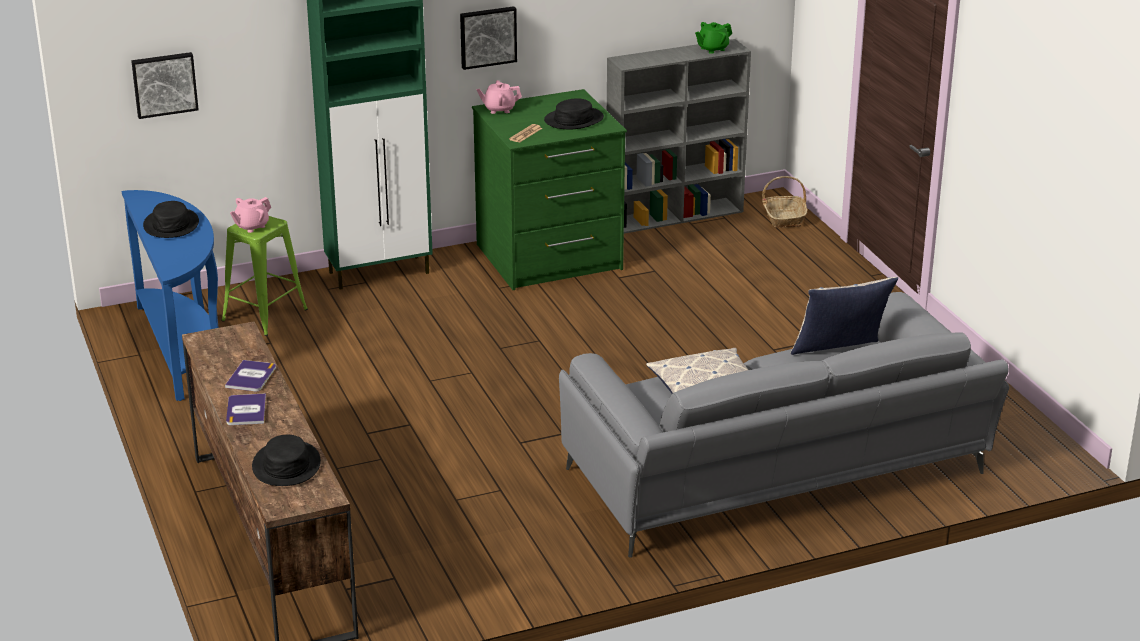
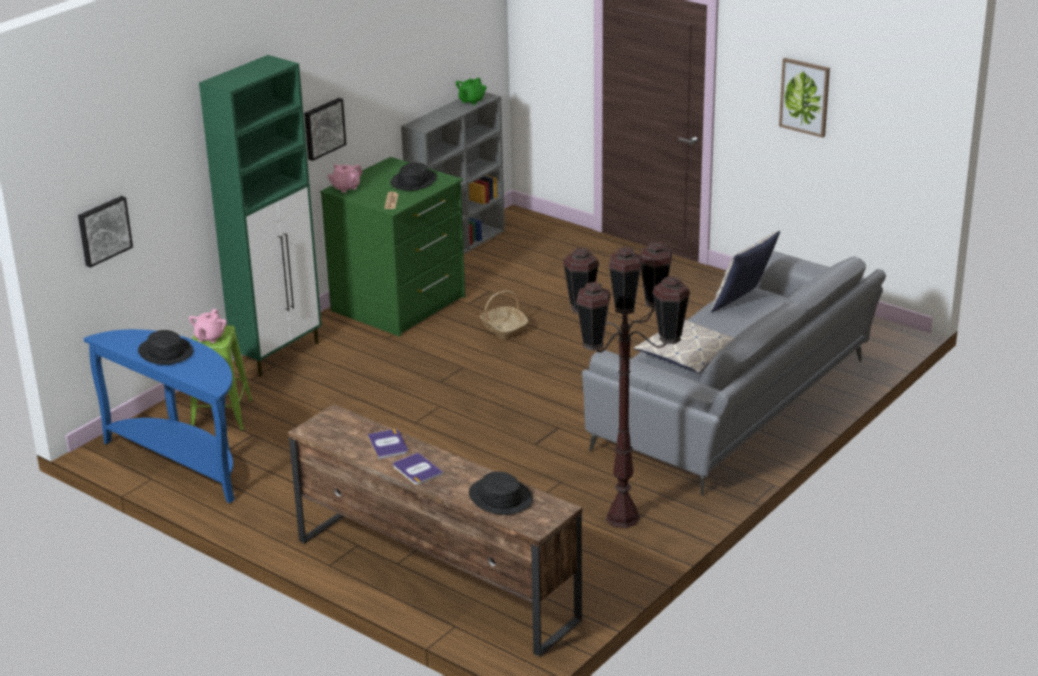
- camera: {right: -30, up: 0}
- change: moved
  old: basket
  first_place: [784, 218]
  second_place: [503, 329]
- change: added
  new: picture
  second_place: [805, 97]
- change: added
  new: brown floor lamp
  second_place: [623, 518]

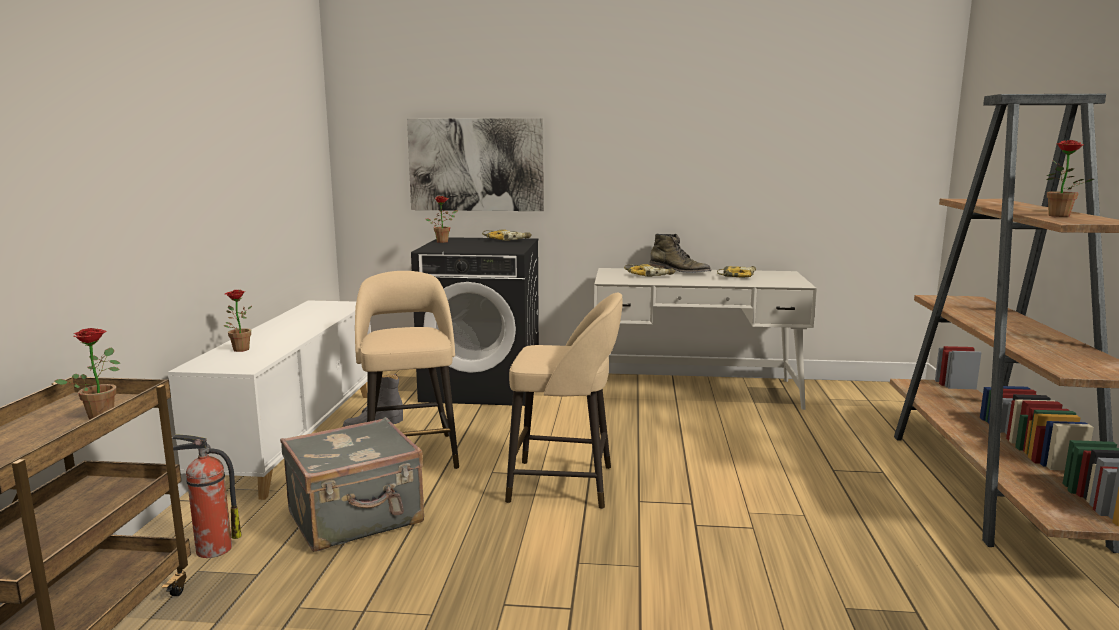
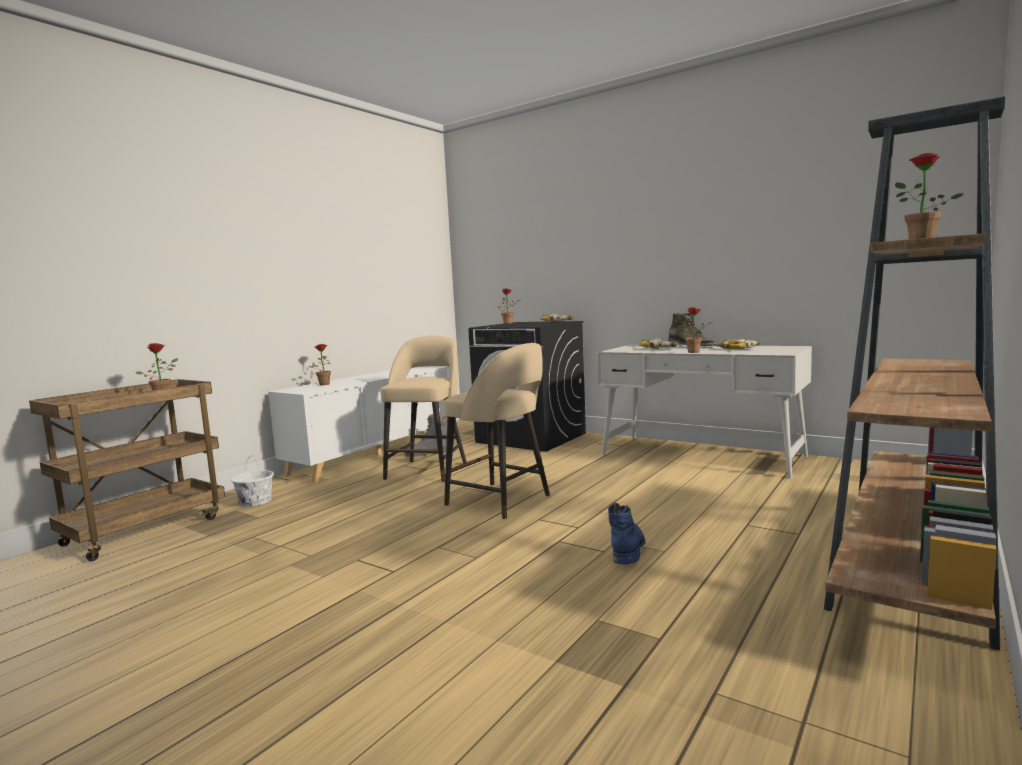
- camera: {right: 30, up: -5}
- change: removed
  old: picture
  first_place: [476, 165]
- change: removed
  old: grey suitcase
  first_place: [357, 518]
- change: replaced
  old: fire extinguisher
  new: white bucket
  first_place: [212, 549]
  second_place: [255, 502]
- change: added
  new: potted plant
  second_place: [696, 352]
- change: added
  new: blue boot
  second_place: [627, 548]

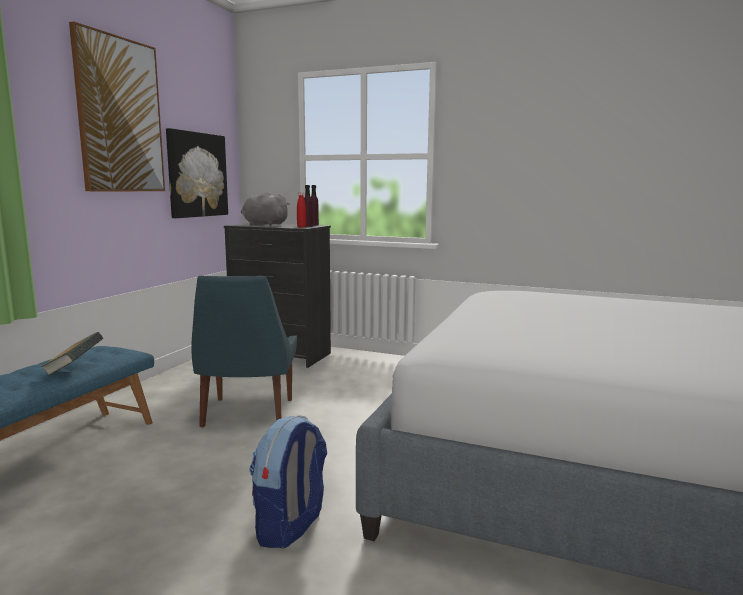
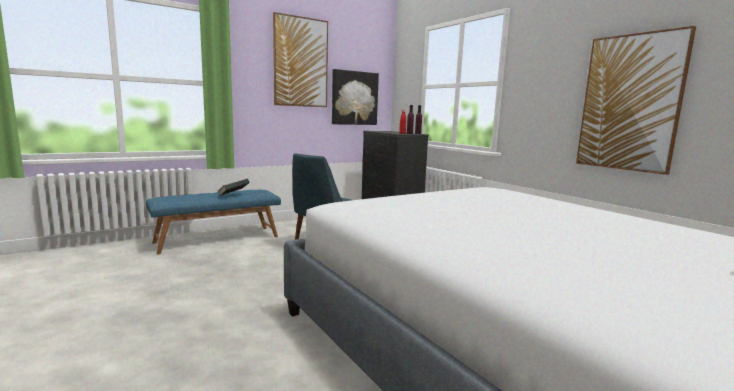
- camera: {right: 35, up: 0}
- change: removed
  old: grey plush toy
  first_place: [263, 224]
- change: removed
  old: backpack
  first_place: [290, 526]
- change: added
  new: picture
  second_place: [630, 103]

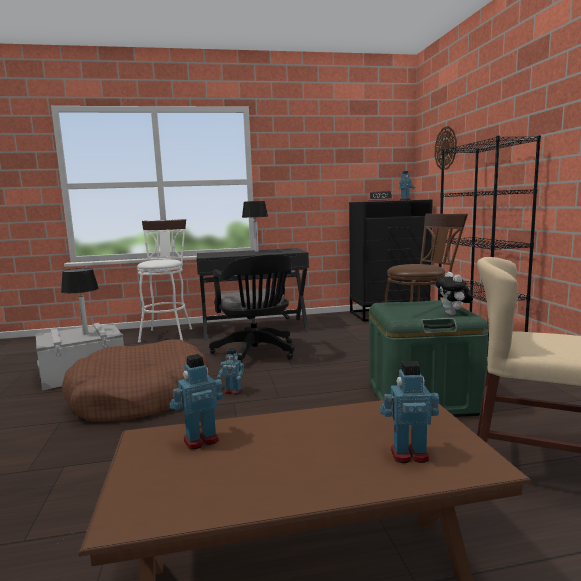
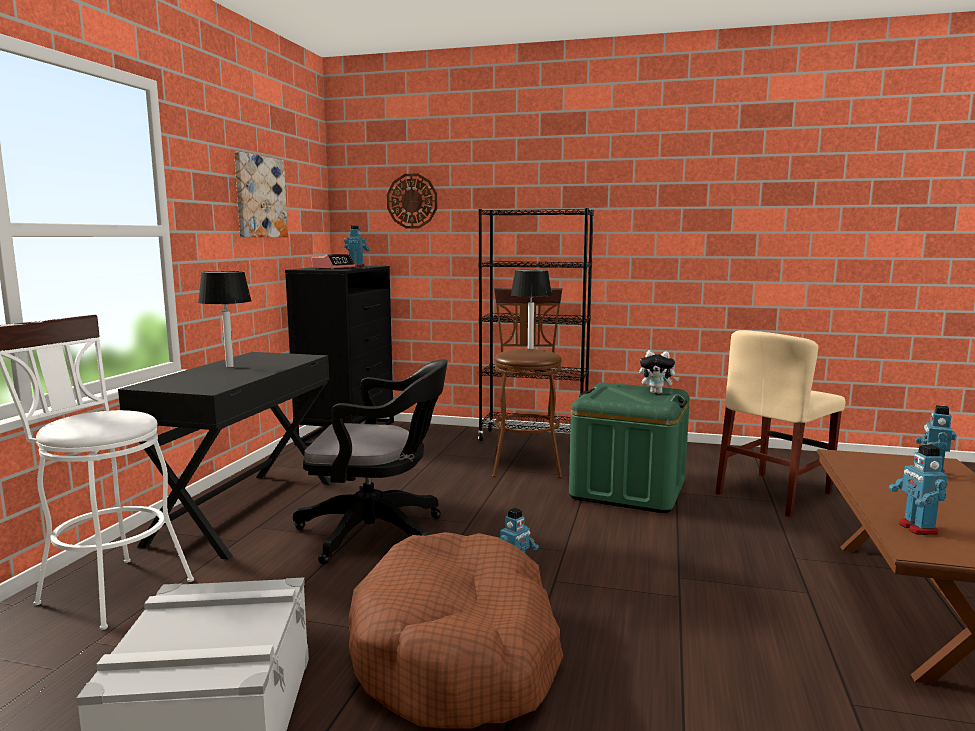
- camera: {right: -65, up: 0}
- change: moved
  old: table lamp
  first_place: [85, 333]
  second_place: [530, 348]
- change: added
  new: picture
  second_place: [260, 197]

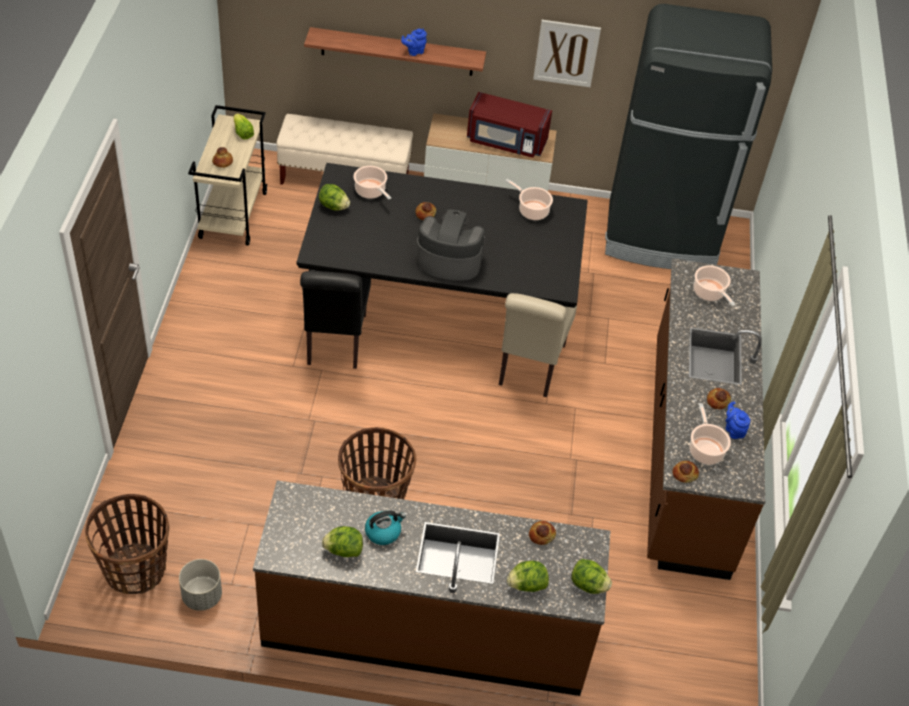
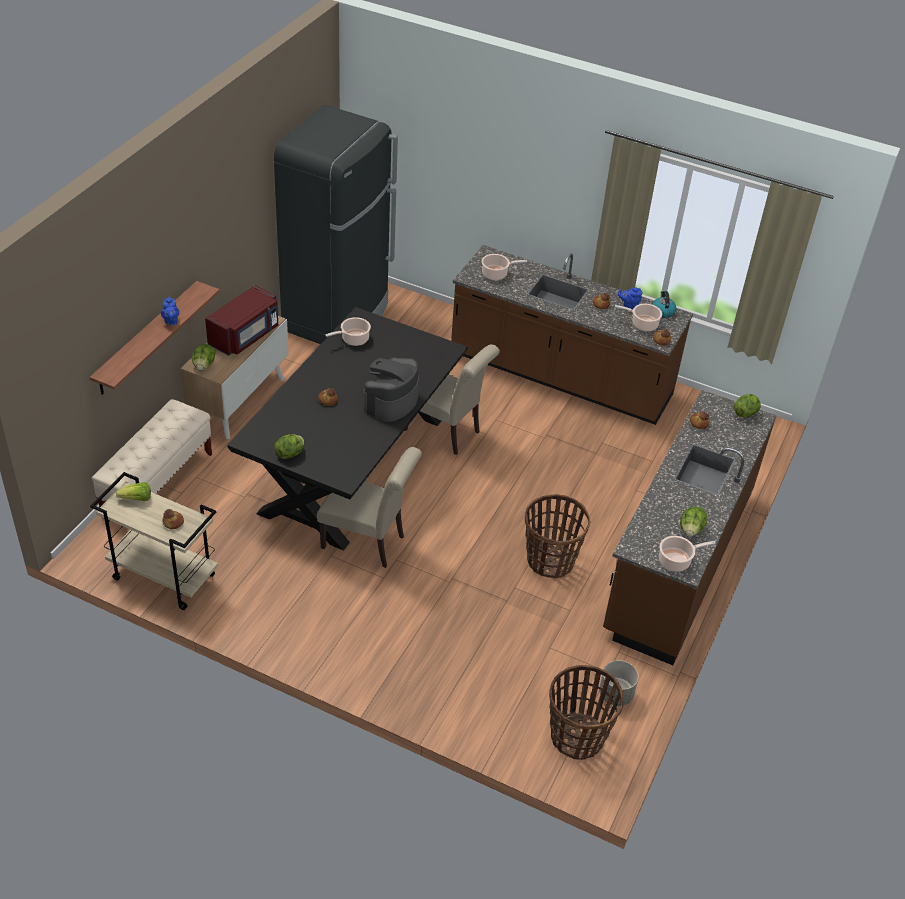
- camera: {right: -70, up: -5}
- change: removed
  old: picture
  first_place: [566, 53]
- change: moved
  old: cooking pot
  first_place: [371, 191]
  second_place: [676, 561]
- change: recoloured
  old: black chair
  new: beige chair
  first_place: [335, 343]
  second_place: [368, 543]
- change: moved
  old: kettle
  first_place: [383, 532]
  second_place: [662, 311]
- change: moved
  old: lettuce
  first_place: [526, 585]
  second_place: [204, 365]

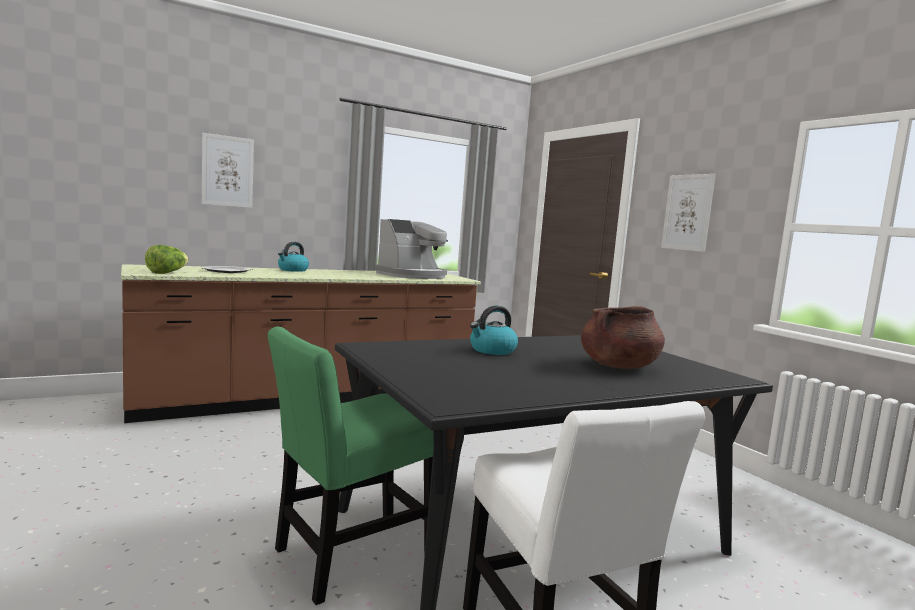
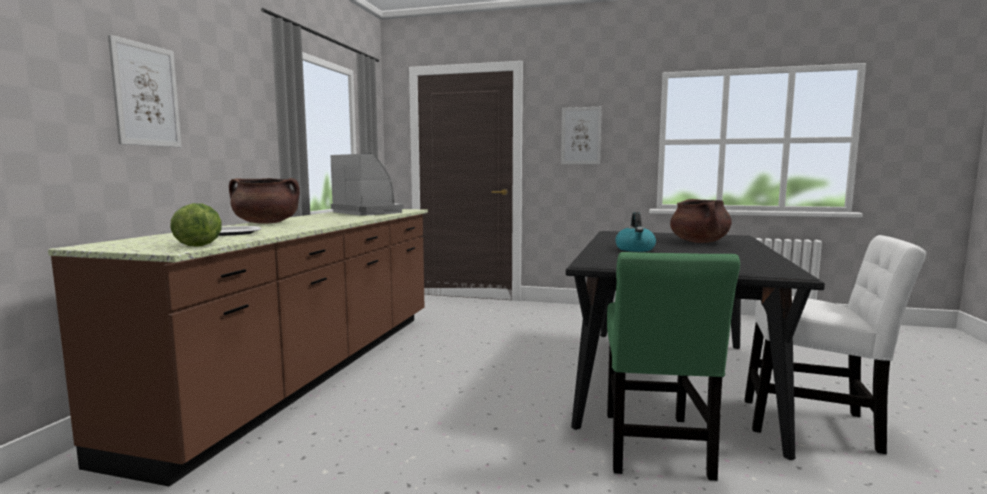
- camera: {right: -45, up: 0}
- change: turned
  old: coffee machine
  first_place: [412, 275]
  second_place: [370, 212]
  degrees: -45
- change: replaced
  old: kettle
  new: brown cooking pot
  first_place: [292, 270]
  second_place: [266, 223]

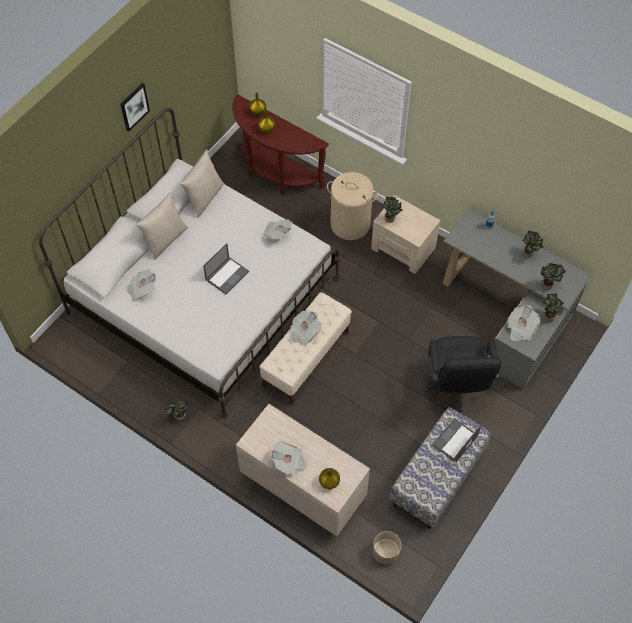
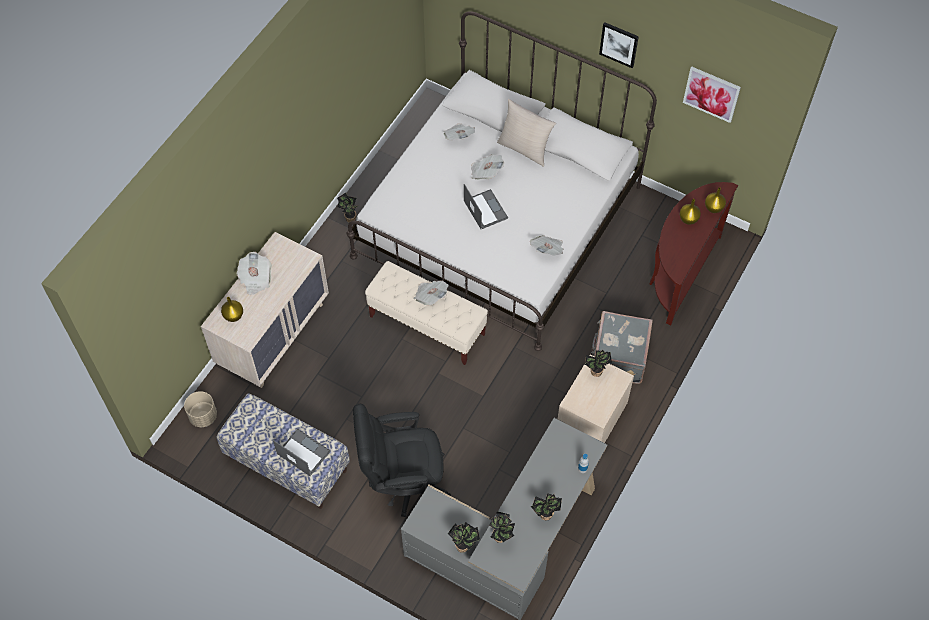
- camera: {right: 85, up: 0}
- change: removed
  old: beige pillow
  first_place: [204, 197]
- change: replaced
  old: beige laundry basket
  new: grey suitcase
  first_place: [350, 224]
  second_place: [618, 357]
- change: turned
  old: laptop
  first_place: [227, 275]
  second_place: [485, 209]
  degrees: -150
- change: moved
  old: newspaper
  first_place: [521, 328]
  second_place: [486, 172]
- change: added
  new: picture
  second_place: [711, 94]

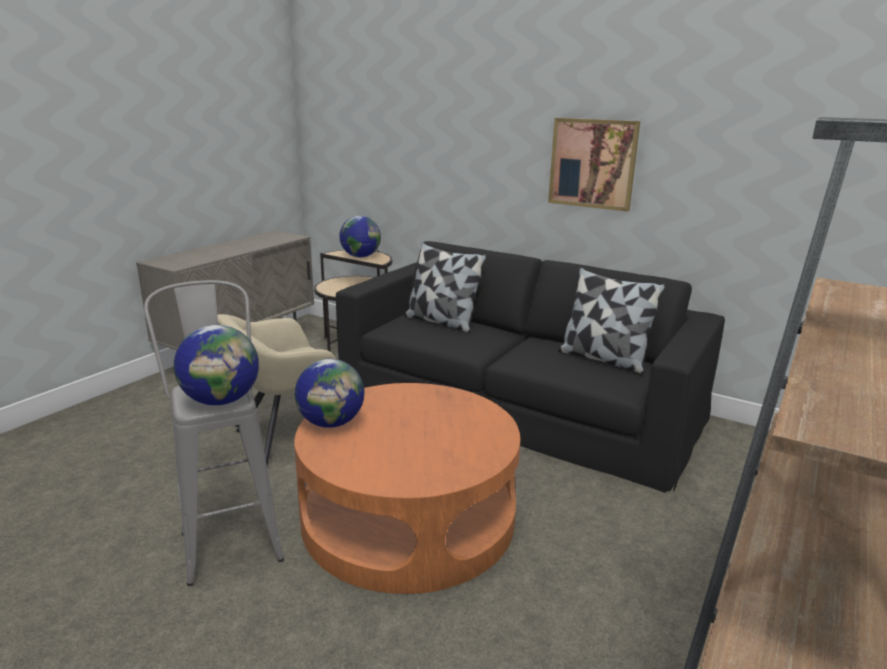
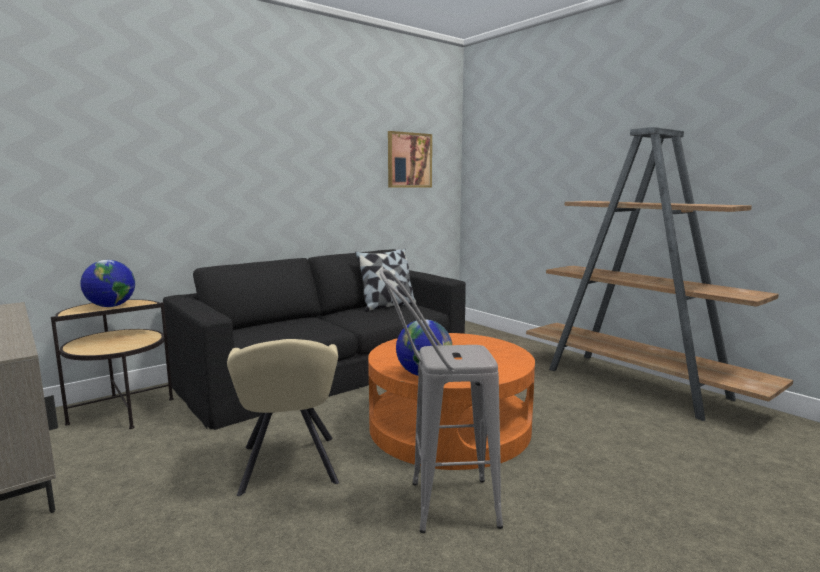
- camera: {right: -70, up: -10}
- change: moved
  old: picture
  first_place: [593, 163]
  second_place: [409, 160]
- change: removed
  old: pillow
  first_place: [442, 322]
- change: removed
  old: globe
  first_place: [222, 400]

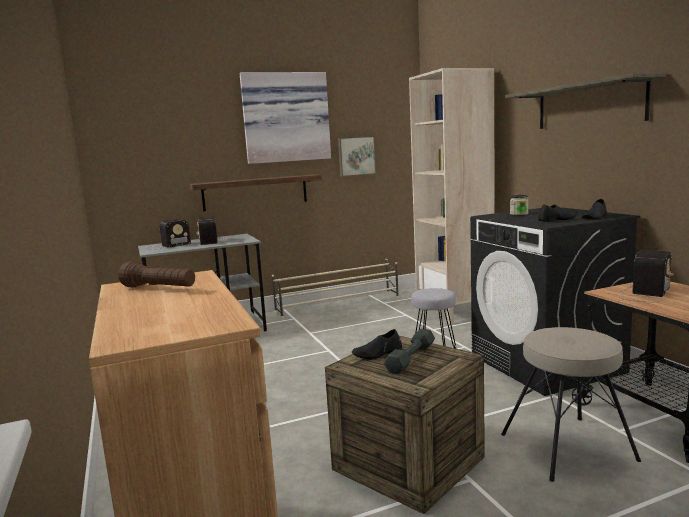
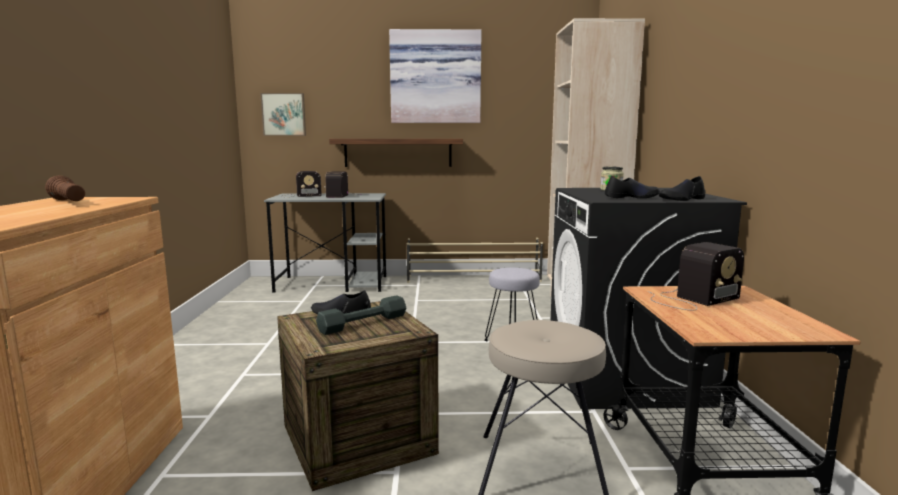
- camera: {right: 20, up: 0}
- change: removed
  old: shelf
  first_place: [589, 105]
- change: moved
  old: picture
  first_place: [356, 156]
  second_place: [284, 114]

